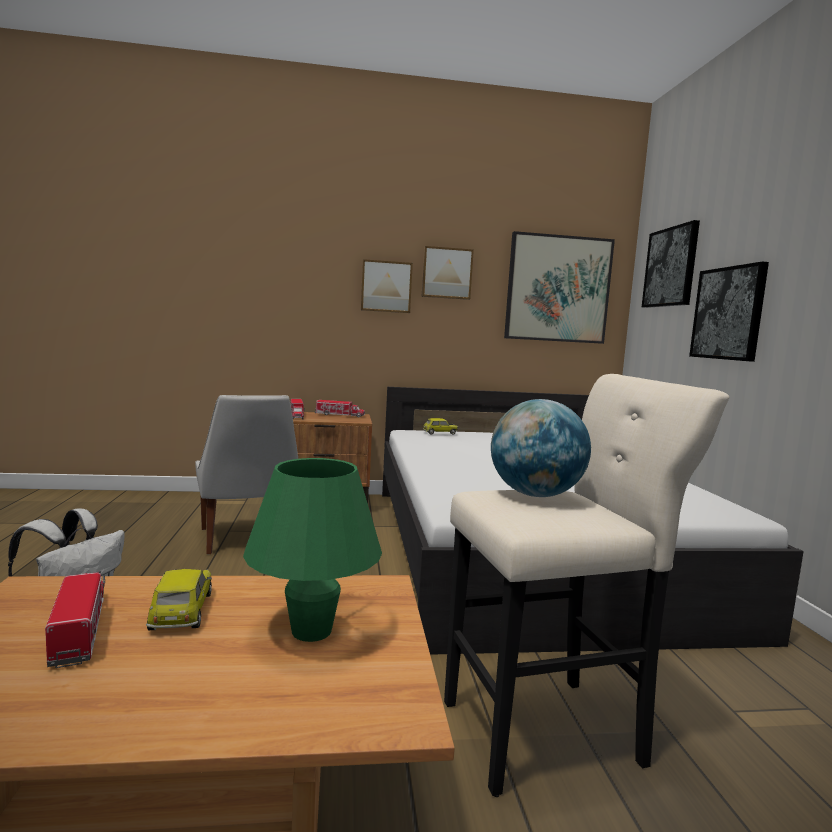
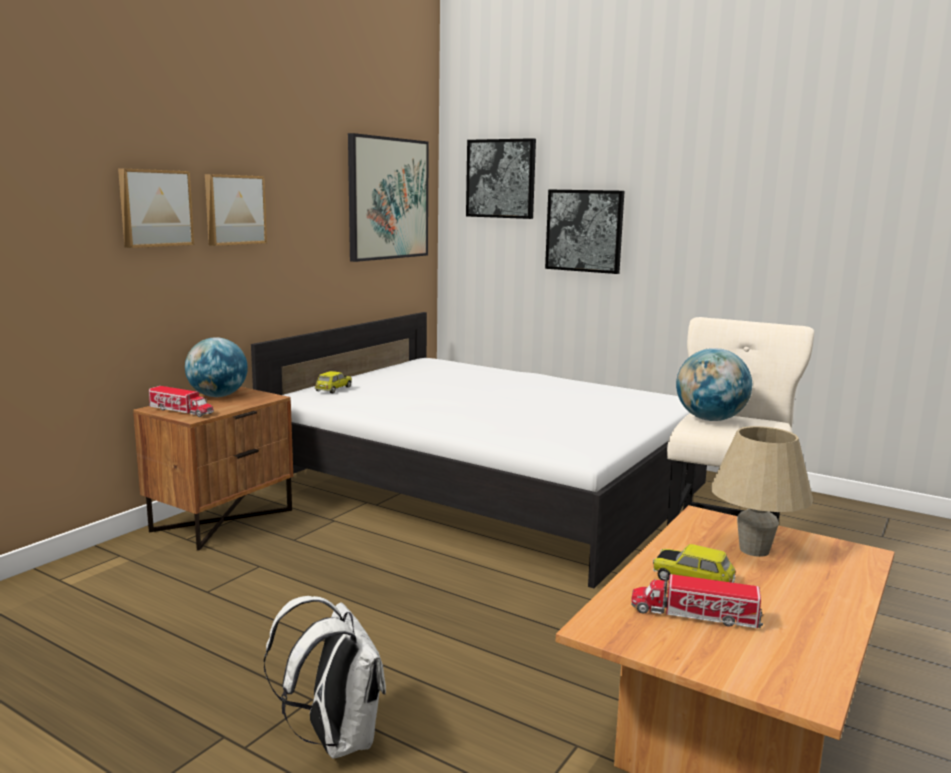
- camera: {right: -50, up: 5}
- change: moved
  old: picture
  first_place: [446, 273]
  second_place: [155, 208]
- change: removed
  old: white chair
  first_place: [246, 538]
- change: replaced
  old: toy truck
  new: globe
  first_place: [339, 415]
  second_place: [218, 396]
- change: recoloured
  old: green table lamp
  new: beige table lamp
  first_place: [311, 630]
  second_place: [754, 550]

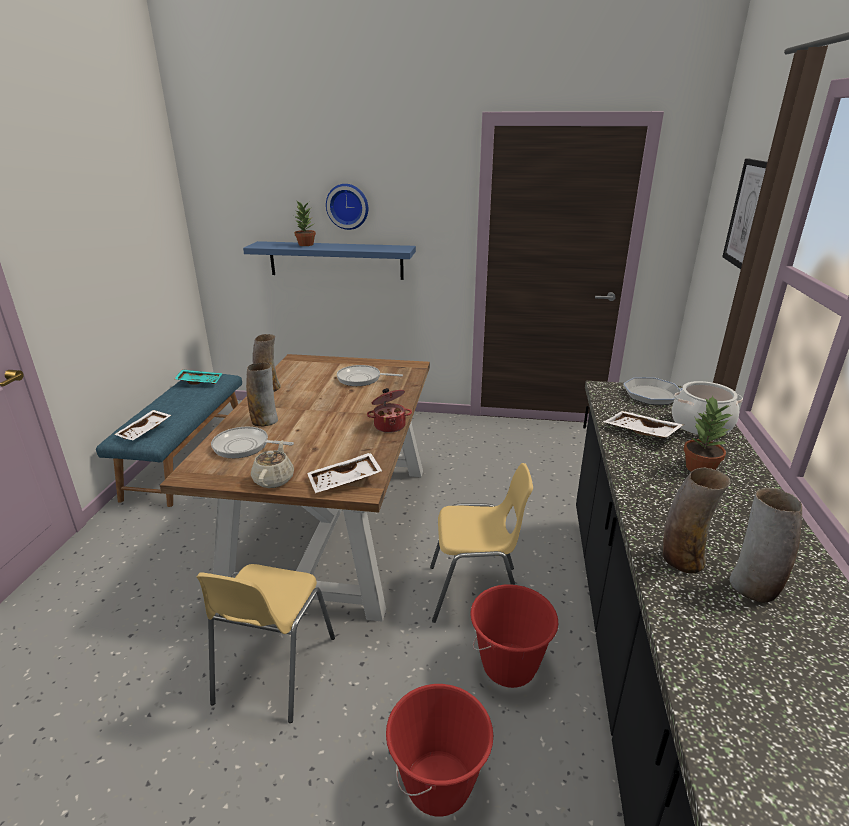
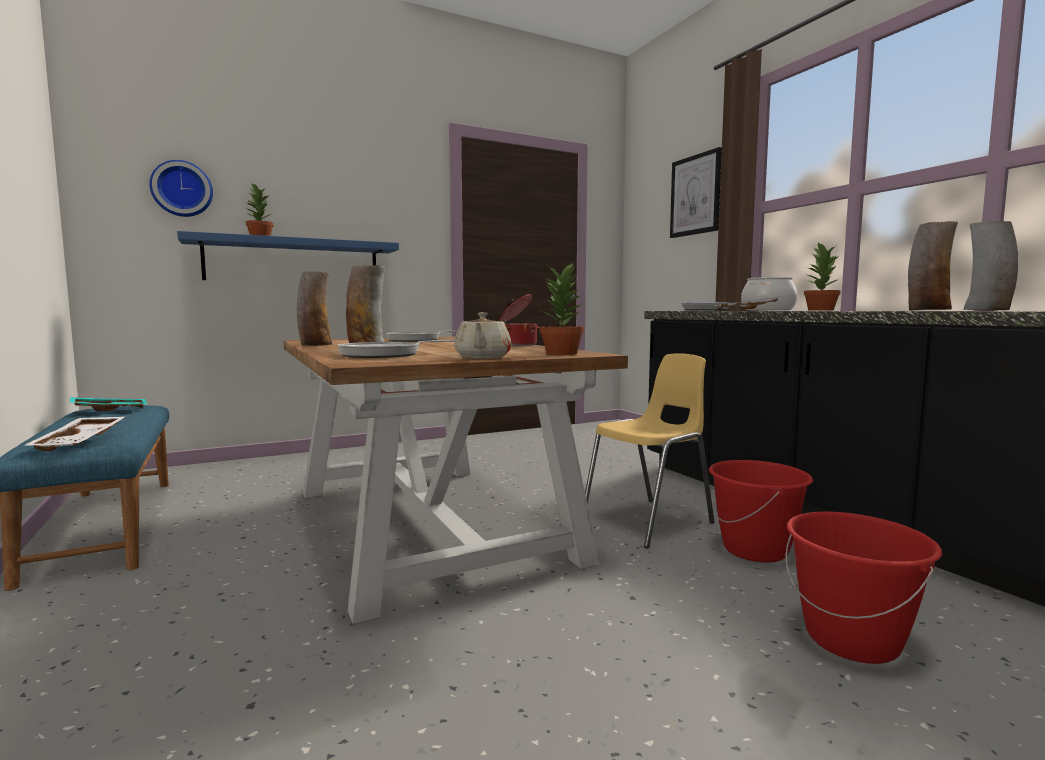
- camera: {right: -35, up: -20}
- change: moved
  old: wall clock
  first_place: [348, 206]
  second_place: [182, 189]
- change: turned
  old: beige teapot
  first_place: [274, 479]
  second_place: [482, 357]
  degrees: -150
- change: replaced
  old: white tray
  new: potted plant
  first_place: [345, 481]
  second_place: [562, 353]
- change: removed
  old: yellow chair
  first_place: [273, 670]

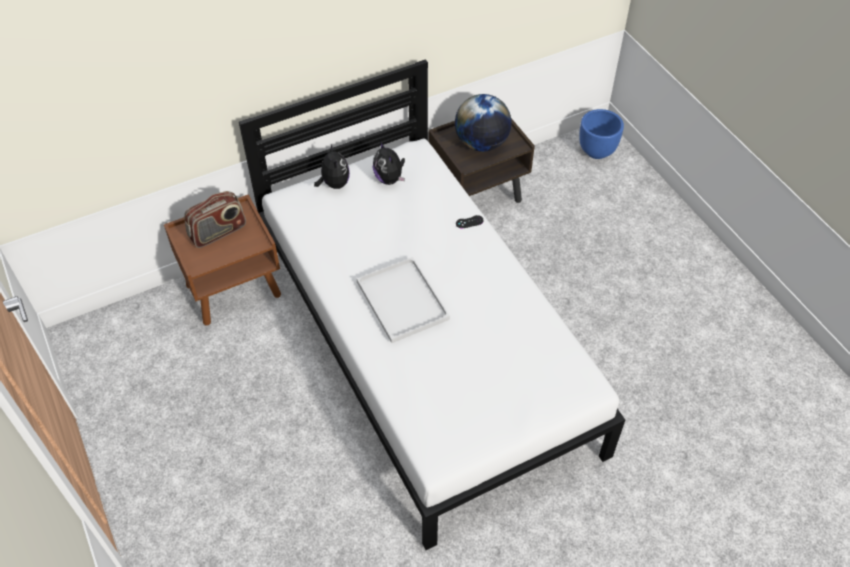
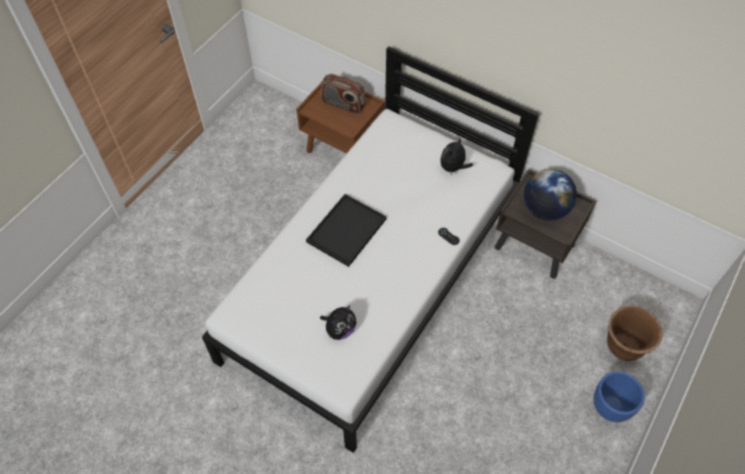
- camera: {right: 60, up: 5}
- change: moved
  old: blue planter
  first_place: [597, 151]
  second_place: [610, 407]
- change: moved
  old: plush toy
  first_place: [334, 184]
  second_place: [340, 329]
- change: recoloured
  old: white tray
  new: black tray
  first_place: [404, 301]
  second_place: [346, 232]
- change: added
  new: brown planter
  second_place: [623, 347]

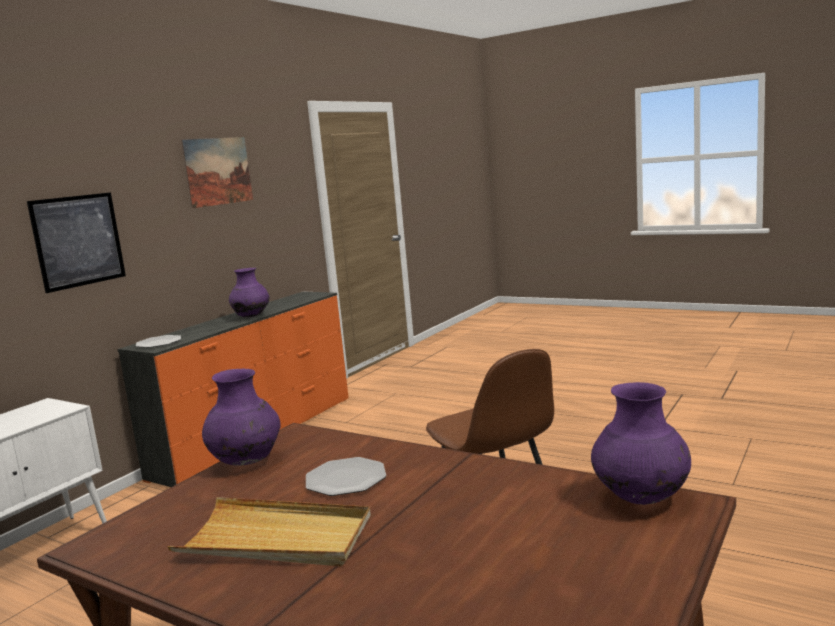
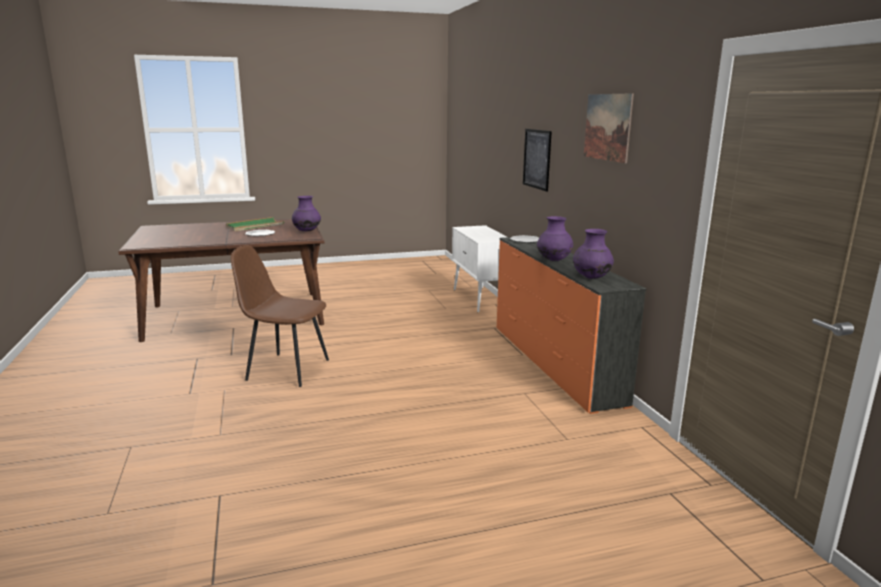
- camera: {right: 130, up: 5}
- change: moved
  old: purple vase
  first_place: [641, 499]
  second_place: [591, 277]
- change: recoloured
  old: beige tray
  new: green tray
  first_place: [276, 538]
  second_place: [255, 226]

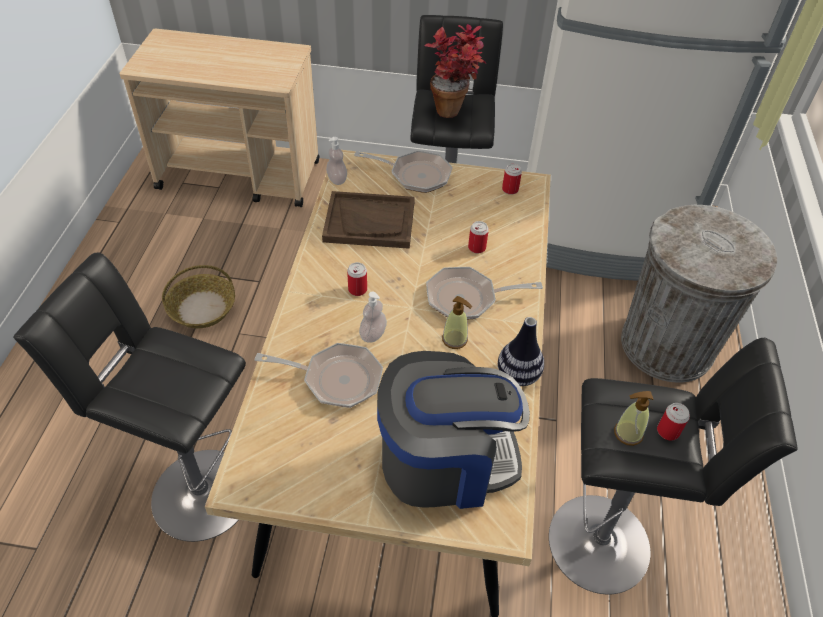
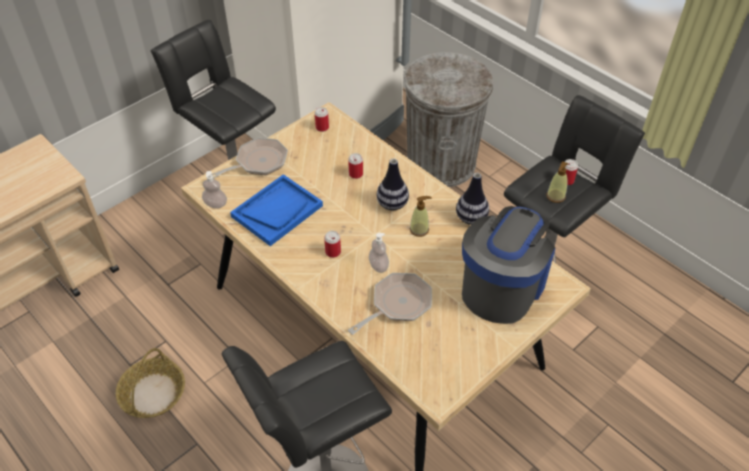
- camera: {right: -50, up: 0}
- change: removed
  old: potted plant
  first_place: [454, 108]
- change: recoloured
  old: brown tray
  new: blue tray
  first_place: [370, 222]
  second_place: [277, 211]
- change: replaced
  old: frying pan
  new: vase
  first_place: [467, 298]
  second_place: [392, 204]

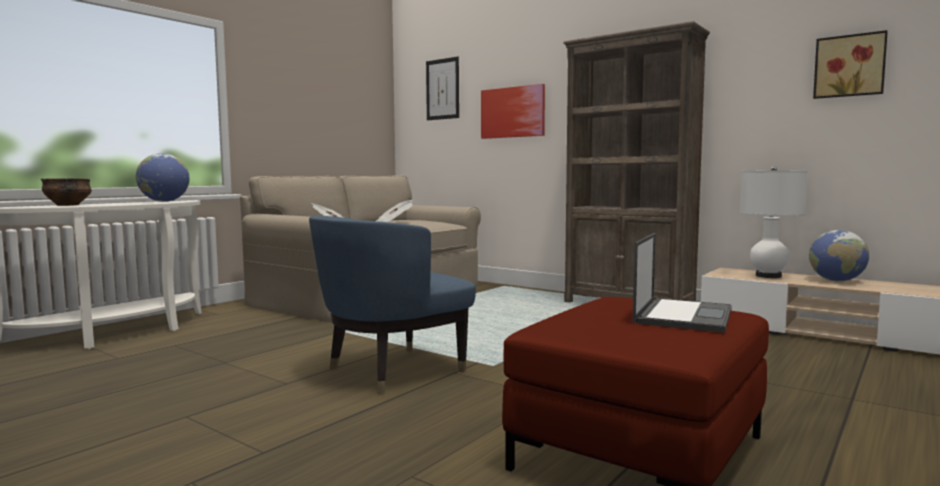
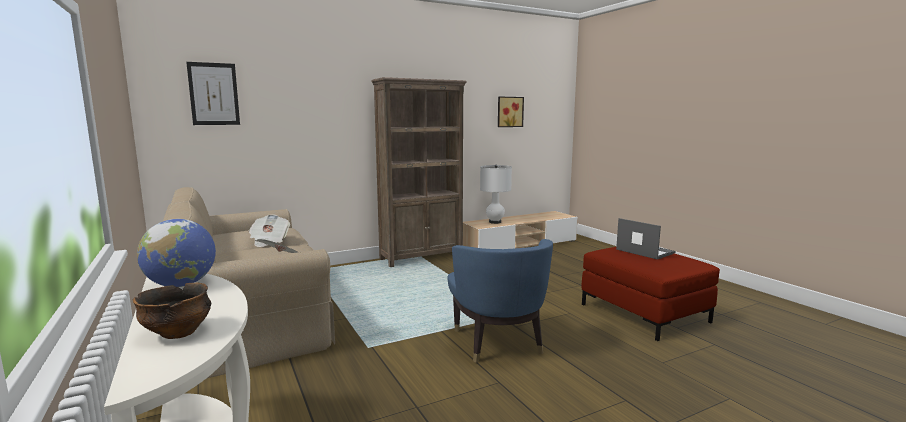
- camera: {right: -65, up: 5}
- change: removed
  old: picture
  first_place: [512, 112]
- change: removed
  old: globe
  first_place: [836, 281]

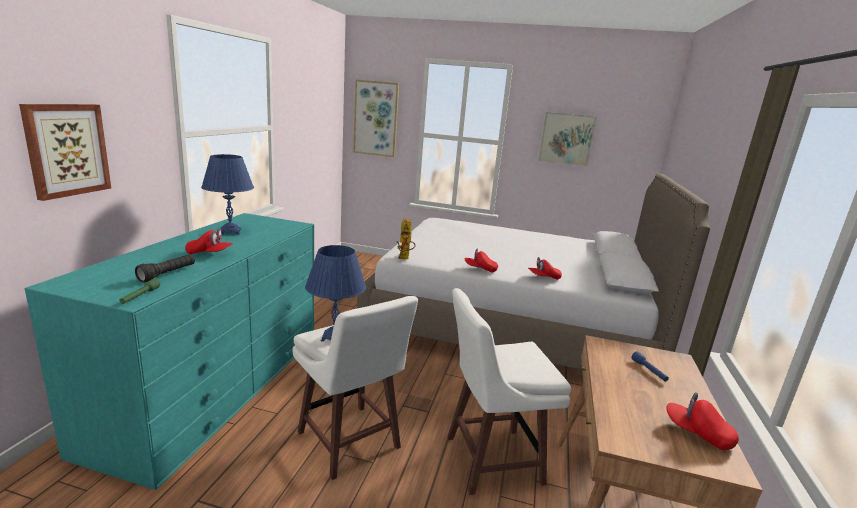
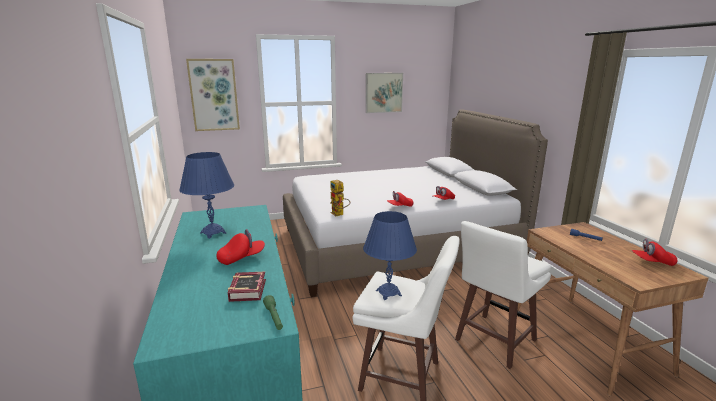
- camera: {right: -30, up: 0}
- change: removed
  old: picture
  first_place: [66, 149]
- change: replaced
  old: black flashlight
  new: book
  first_place: [167, 274]
  second_place: [249, 289]

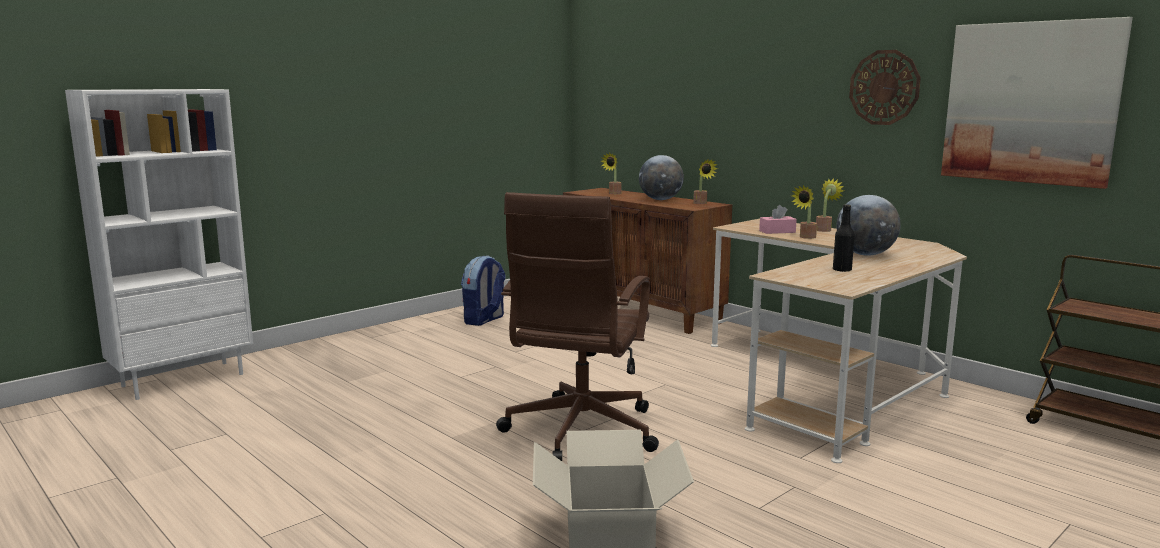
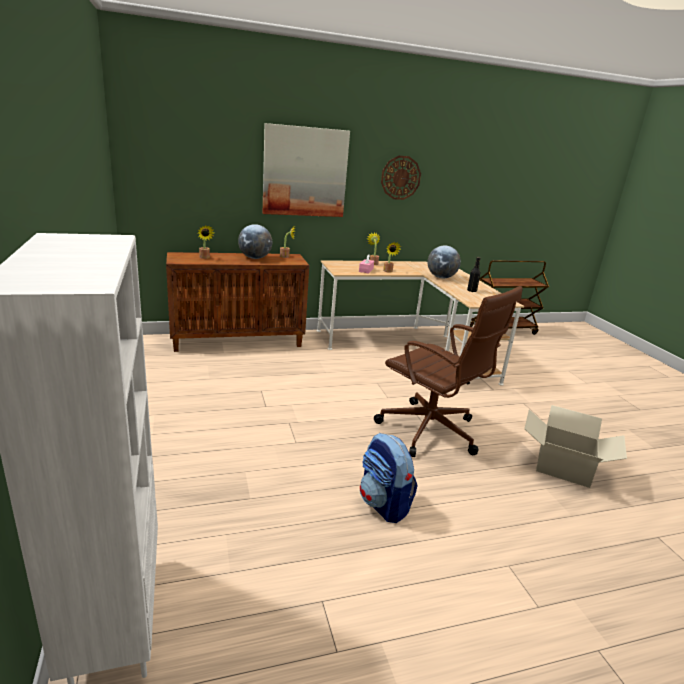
- camera: {right: -65, up: 10}
- change: moved
  old: picture
  first_place: [1030, 103]
  second_place: [305, 172]
- change: moved
  old: backpack
  first_place: [484, 320]
  second_place: [384, 504]

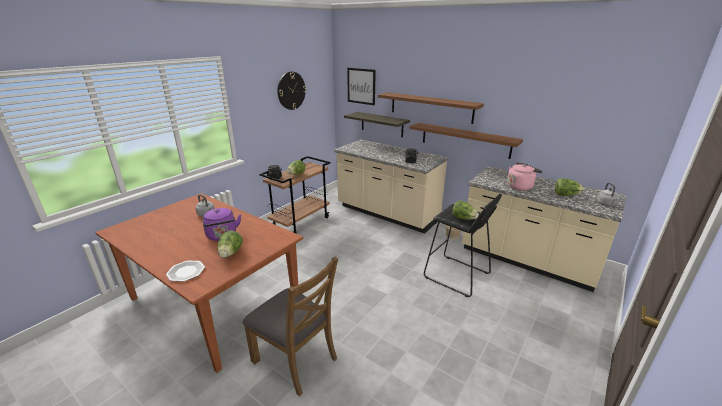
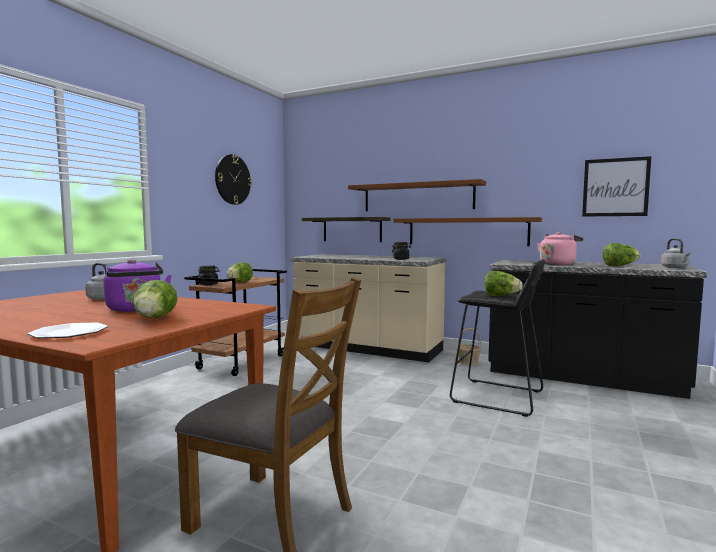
- camera: {right: -10, up: -20}
- change: moved
  old: picture
  first_place: [361, 86]
  second_place: [615, 187]
- change: recoloured
  old: beige counter
  new: black counter
  first_place: [526, 261]
  second_place: [581, 377]

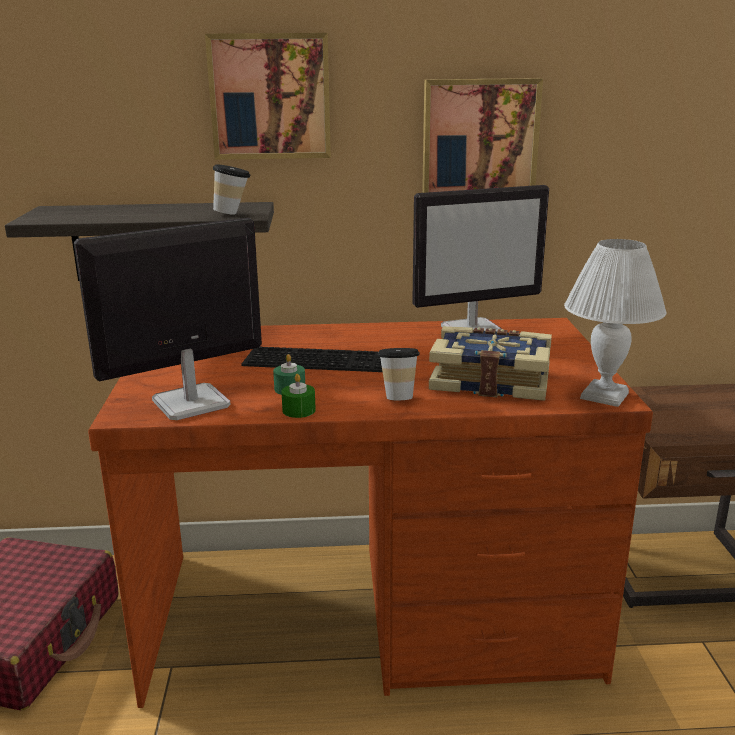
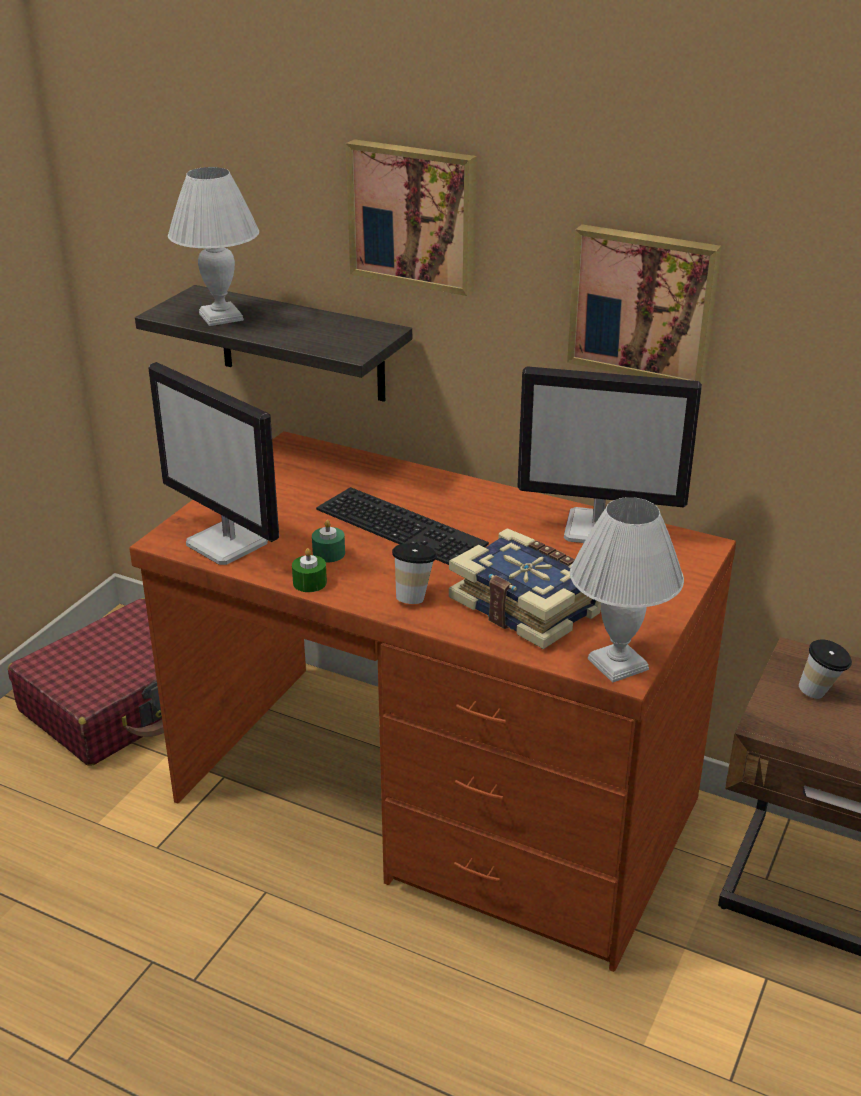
- camera: {right: 30, up: 10}
- change: moved
  old: cup
  first_place: [233, 213]
  second_place: [820, 693]
- change: turned
  old: monitor
  first_place: [189, 404]
  second_place: [228, 544]
  degrees: -135
- change: added
  new: white table lamp
  second_place: [220, 317]

